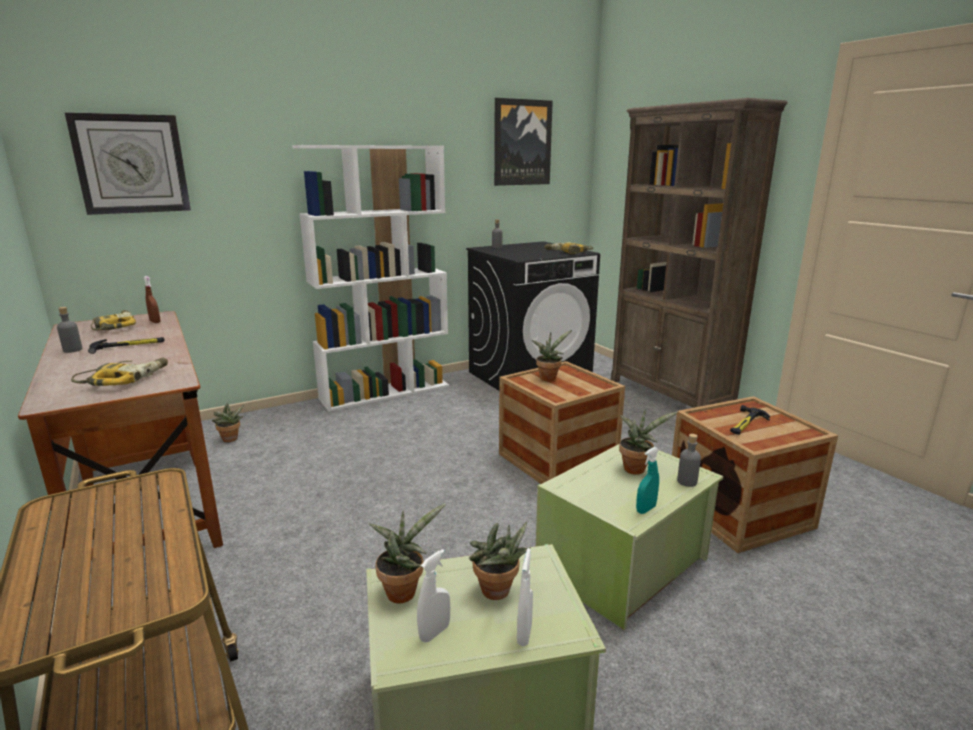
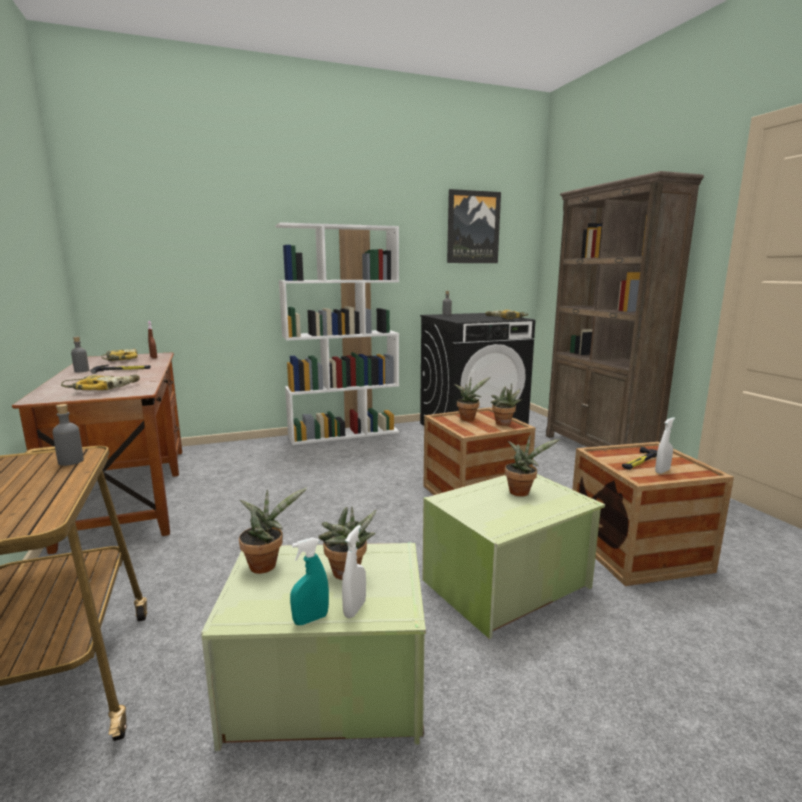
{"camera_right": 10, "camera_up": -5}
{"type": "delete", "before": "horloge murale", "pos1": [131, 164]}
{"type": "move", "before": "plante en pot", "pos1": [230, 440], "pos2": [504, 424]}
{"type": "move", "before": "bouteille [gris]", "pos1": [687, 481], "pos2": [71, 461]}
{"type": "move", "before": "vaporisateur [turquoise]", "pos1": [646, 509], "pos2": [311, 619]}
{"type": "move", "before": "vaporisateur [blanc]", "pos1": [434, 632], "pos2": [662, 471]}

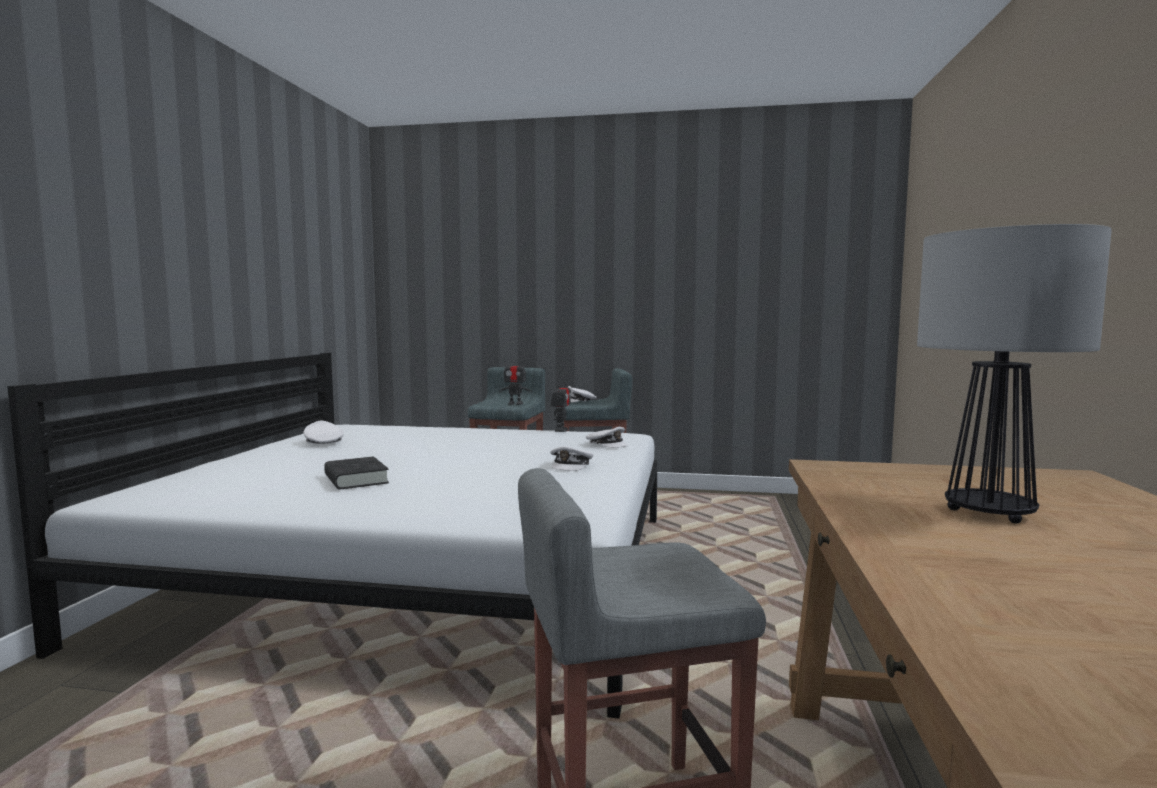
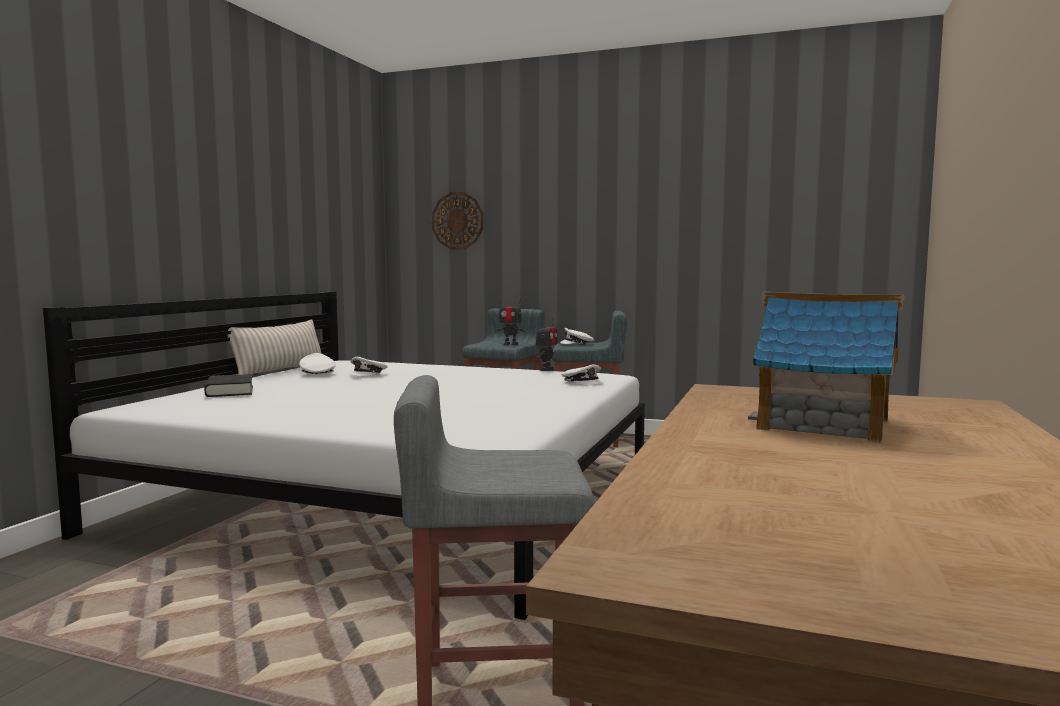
{"camera_right": 10, "camera_up": 0}
{"type": "replace", "before": "lampe de table", "after": "maison miniature", "pos1": [991, 513], "pos2": [825, 424]}
{"type": "move", "before": "casquette [blanc]", "pos1": [571, 465], "pos2": [368, 373]}
{"type": "move", "before": "livre [noir]", "pos1": [356, 479], "pos2": [229, 391]}
{"type": "insert", "after": "horloge murale", "pos2": [457, 221]}
{"type": "insert", "after": "coussin [beige]", "pos2": [279, 371]}

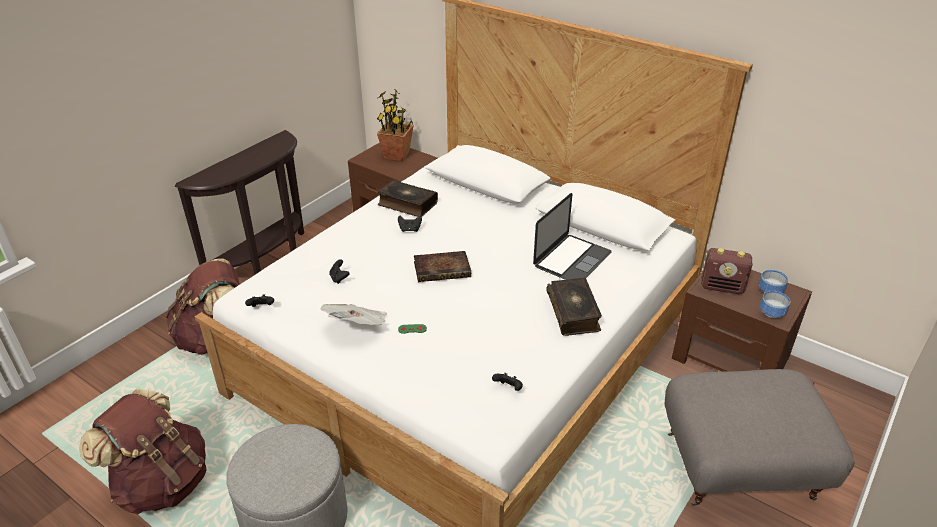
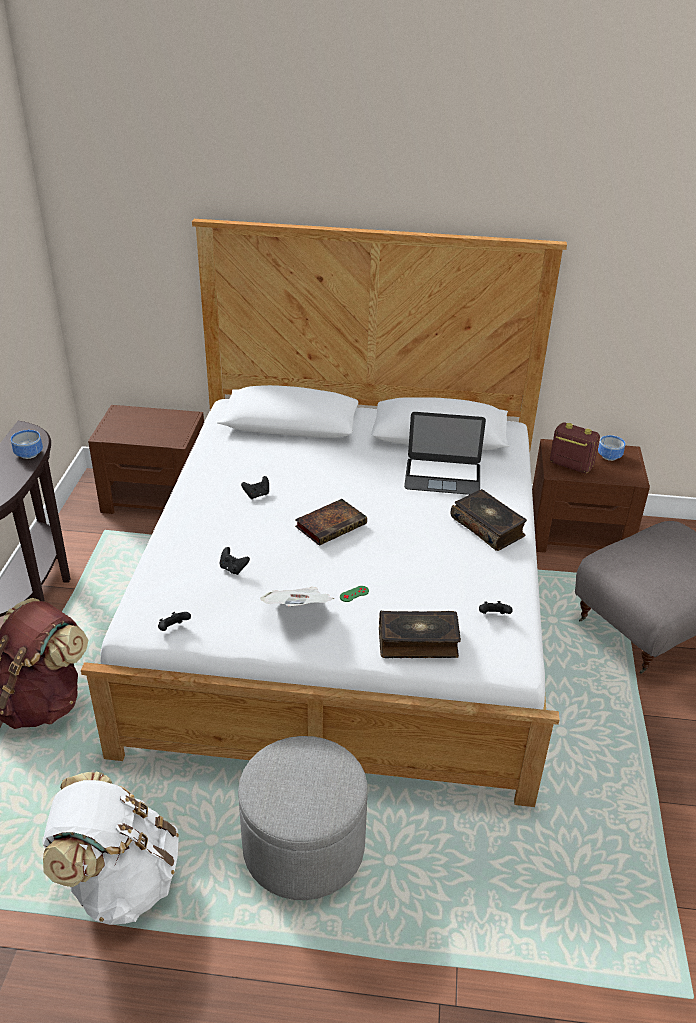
{"camera_right": -30, "camera_up": 0}
{"type": "delete", "before": "plante en pot", "pos1": [397, 155]}
{"type": "move", "before": "livre", "pos1": [407, 204], "pos2": [418, 642]}
{"type": "rotate", "before": "ordinateur portable", "pos1": [572, 259], "pos2": [442, 476], "turn": 90}
{"type": "rotate", "before": "radio", "pos1": [722, 287], "pos2": [570, 465], "turn": -135}
{"type": "move", "before": "bol", "pos1": [773, 313], "pos2": [30, 454]}
{"type": "recolor", "before": "sac à dos [marron]", "after": "sac à dos [blanc]", "pos1": [162, 483], "pos2": [120, 881]}

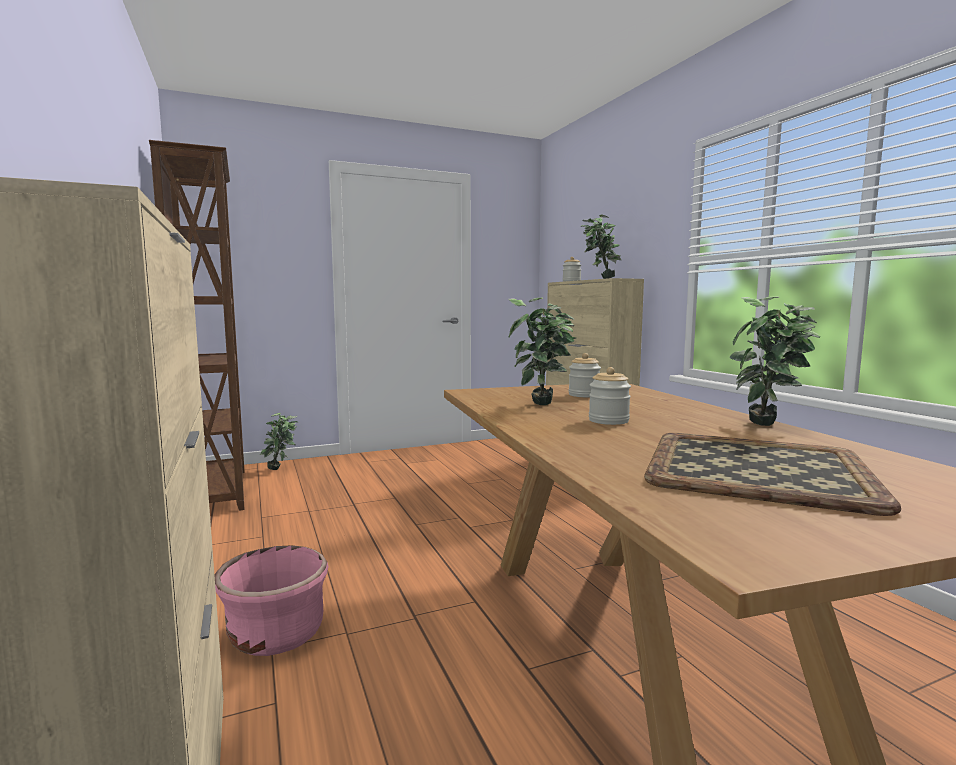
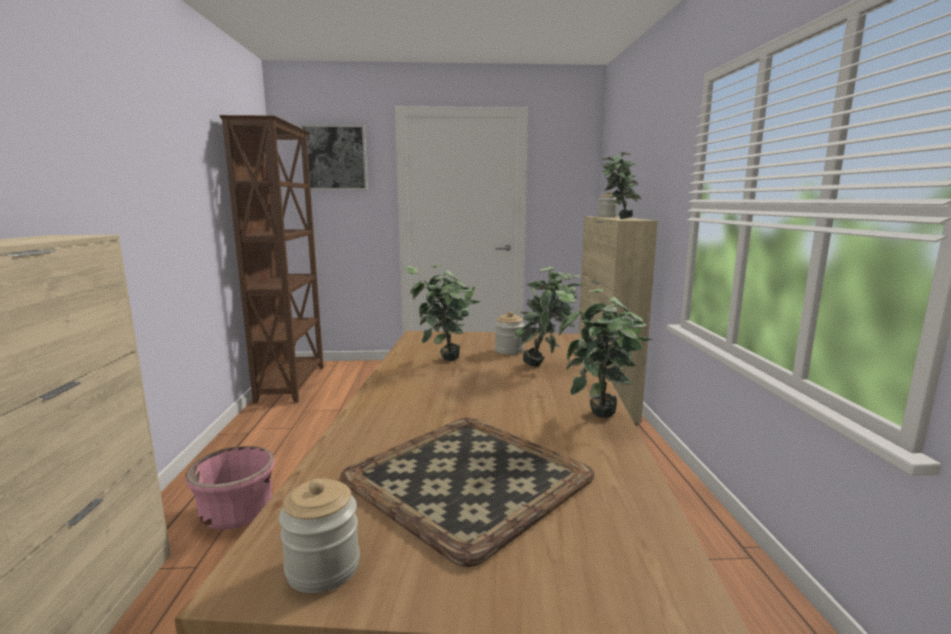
{"camera_right": 20, "camera_up": 5}
{"type": "move", "before": "bocal", "pos1": [608, 421], "pos2": [323, 567]}
{"type": "move", "before": "plante en pot", "pos1": [281, 469], "pos2": [545, 366]}
{"type": "insert", "after": "tableau", "pos2": [335, 158]}

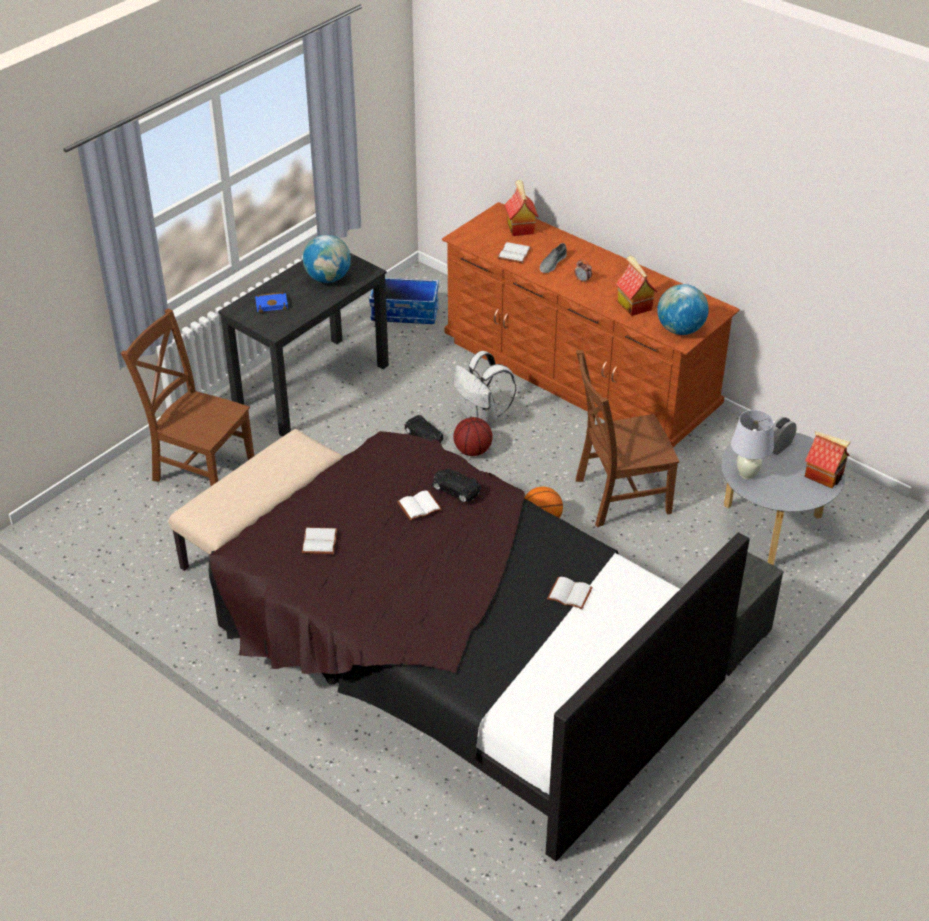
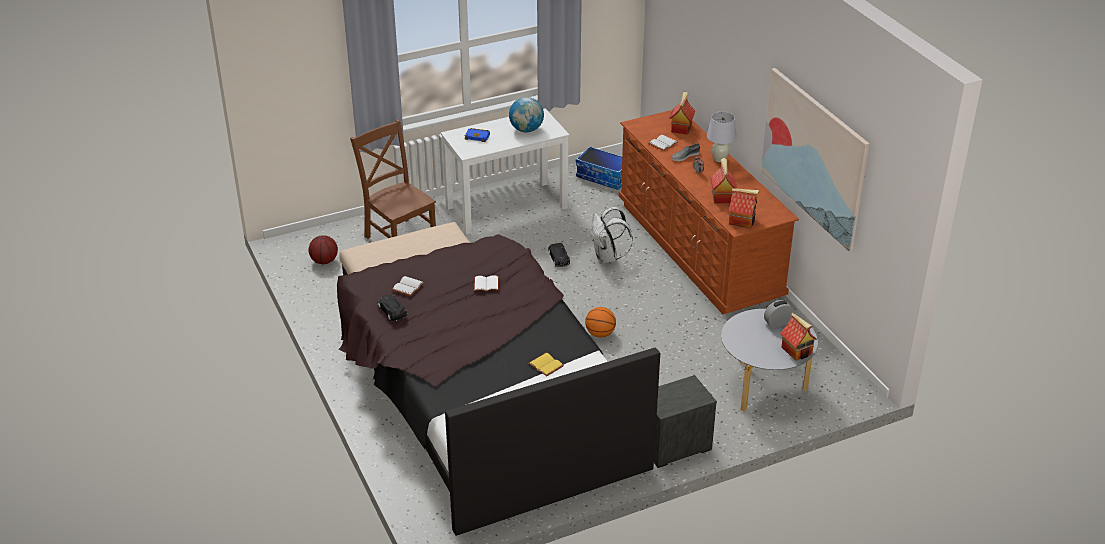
{"camera_right": 25, "camera_up": -5}
{"type": "recolor", "before": "bureau [noir]", "after": "bureau [blanc]", "pos1": [312, 385], "pos2": [507, 207]}
{"type": "replace", "before": "globe", "after": "maison miniature", "pos1": [680, 330], "pos2": [742, 221]}
{"type": "delete", "before": "chaise [marron]", "pos1": [618, 496]}
{"type": "move", "before": "lampe de table [blanc]", "pos1": [747, 474], "pos2": [719, 159]}
{"type": "move", "before": "ballon de basket", "pos1": [472, 451], "pos2": [324, 261]}
{"type": "move", "before": "petite voiture [noir]", "pos1": [455, 489], "pos2": [392, 311]}
{"type": "recolor", "before": "livre [blanc]", "after": "livre [jaune]", "pos1": [568, 594], "pos2": [544, 365]}
{"type": "insert", "after": "tableau", "pos2": [814, 157]}

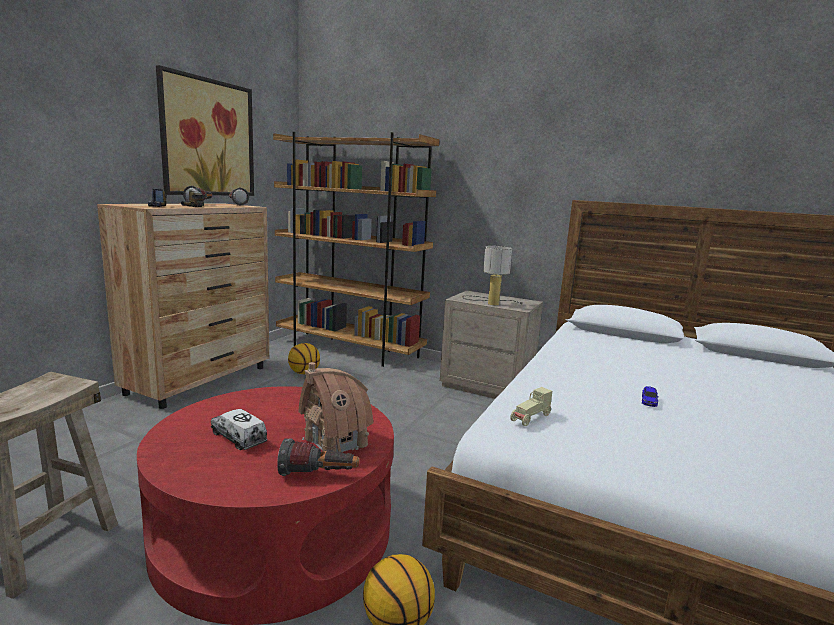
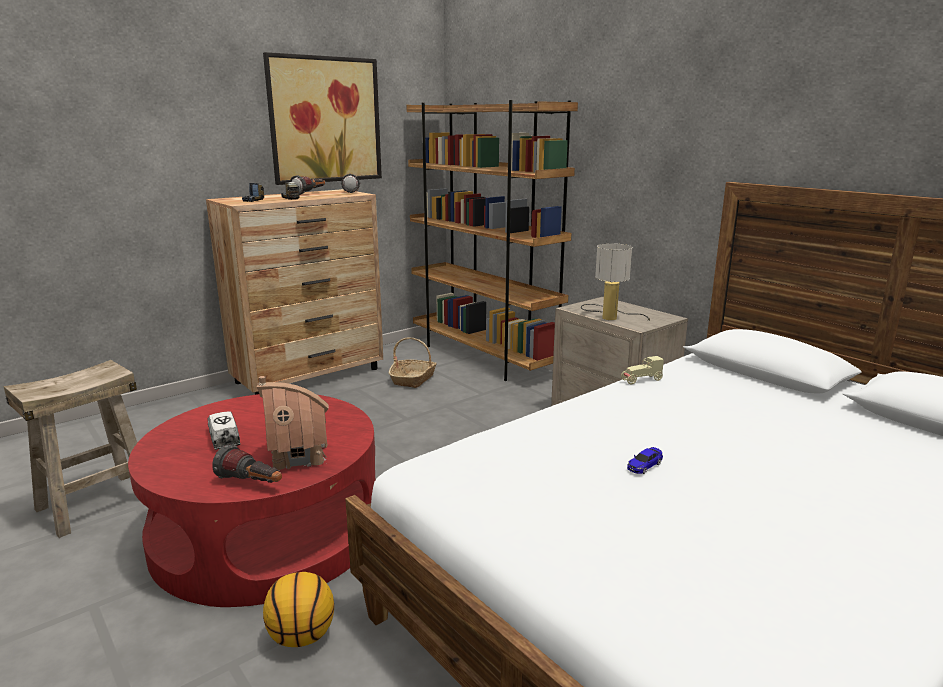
{"camera_right": 25, "camera_up": 5}
{"type": "replace", "before": "ballon de basket", "after": "panier", "pos1": [304, 373], "pos2": [413, 379]}
{"type": "move", "before": "petite voiture [beige]", "pos1": [530, 418], "pos2": [641, 380]}

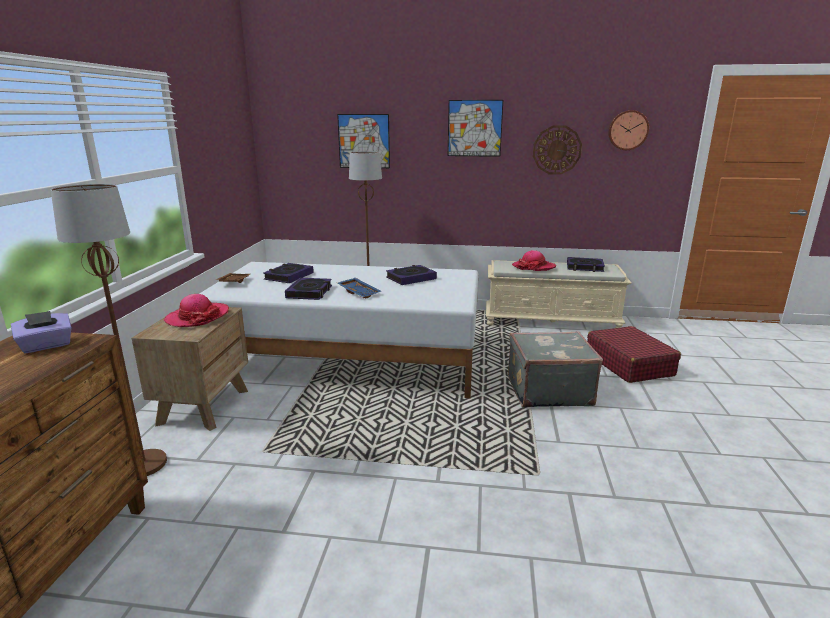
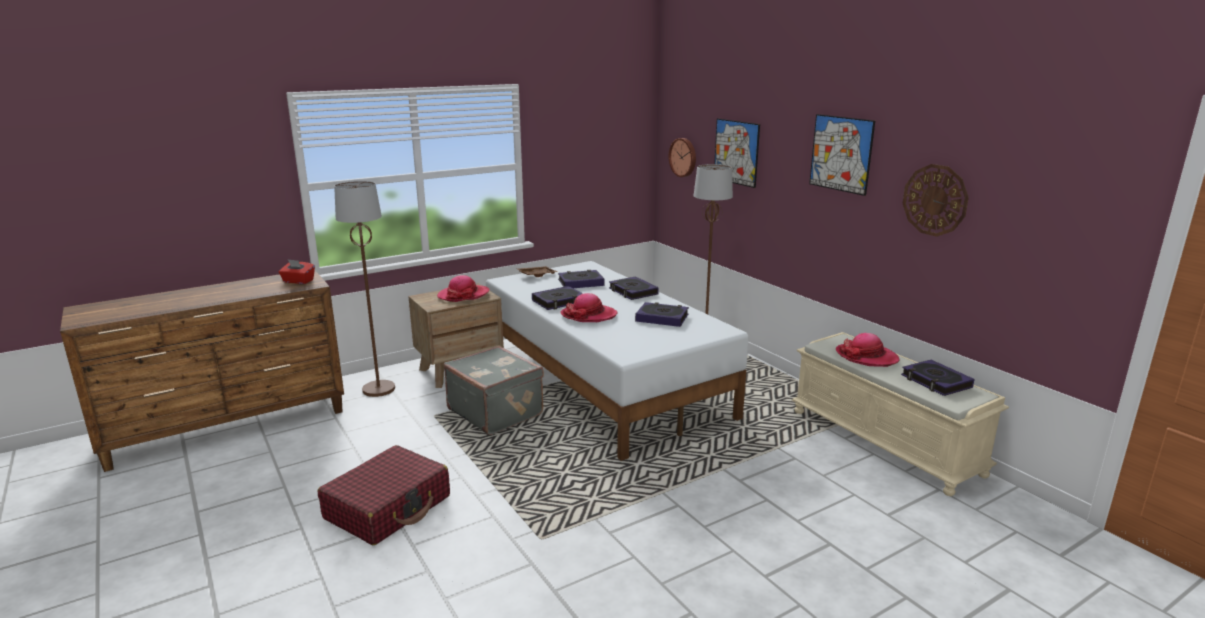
{"camera_right": 50, "camera_up": 0}
{"type": "move", "before": "horloge murale", "pos1": [627, 130], "pos2": [683, 157]}
{"type": "replace", "before": "plateau [bleu]", "after": "chapeau", "pos1": [359, 293], "pos2": [588, 315]}
{"type": "recolor", "before": "boîte à mouchoirs [violet]", "after": "boîte à mouchoirs [rouge]", "pos1": [46, 346], "pos2": [298, 281]}
{"type": "move", "before": "valise [rouge]", "pos1": [628, 364], "pos2": [388, 507]}
{"type": "move", "before": "valise [gris]", "pos1": [548, 391], "pos2": [496, 411]}
{"type": "insert", "after": "livre", "pos2": [633, 292]}

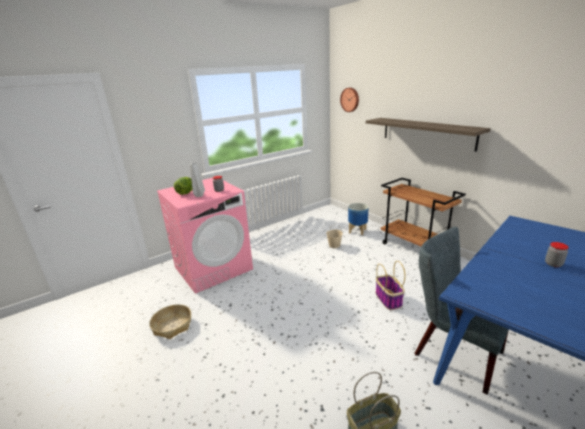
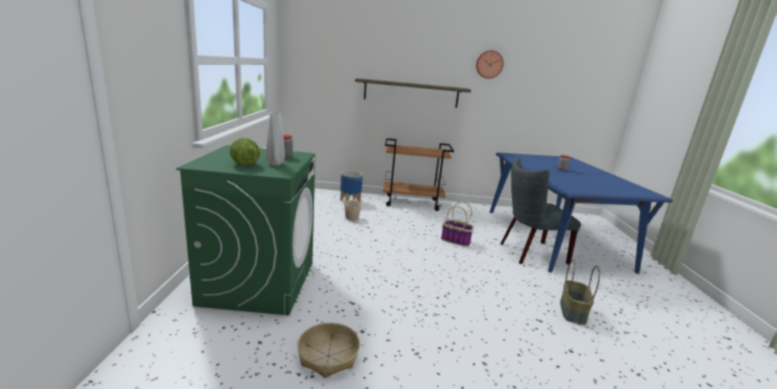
{"camera_right": -55, "camera_up": -5}
{"type": "move", "before": "horloge murale", "pos1": [350, 99], "pos2": [489, 64]}
{"type": "recolor", "before": "lave-linge [rose]", "after": "lave-linge [vert]", "pos1": [213, 268], "pos2": [259, 282]}

